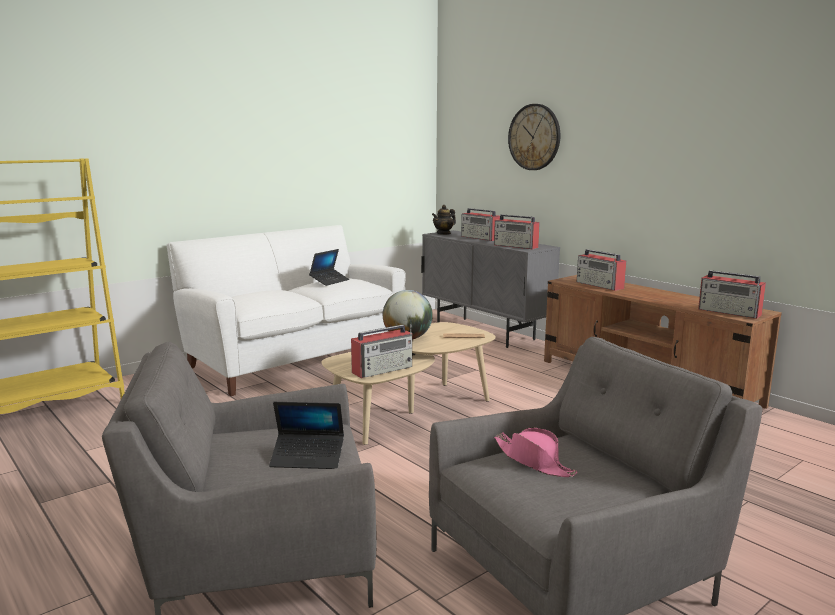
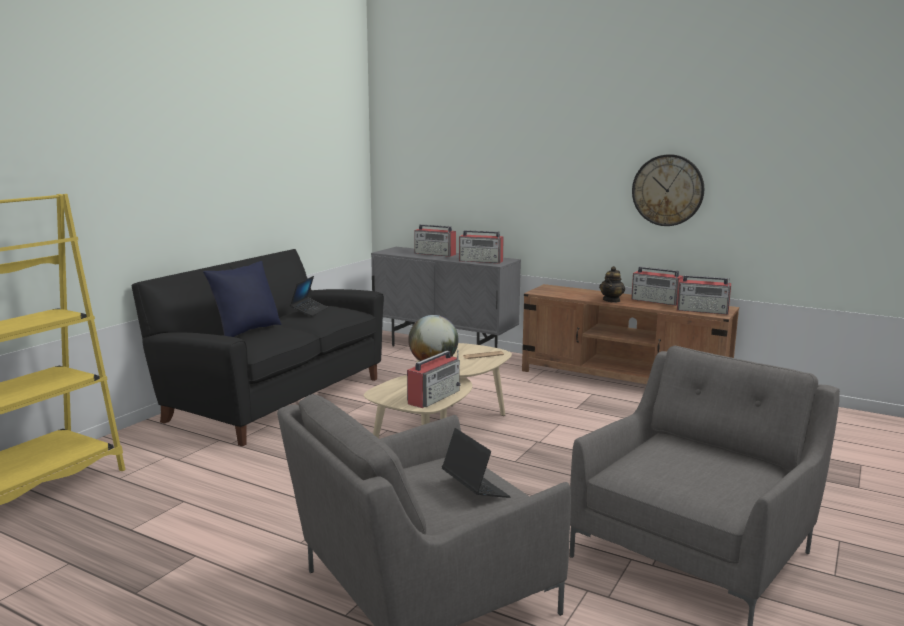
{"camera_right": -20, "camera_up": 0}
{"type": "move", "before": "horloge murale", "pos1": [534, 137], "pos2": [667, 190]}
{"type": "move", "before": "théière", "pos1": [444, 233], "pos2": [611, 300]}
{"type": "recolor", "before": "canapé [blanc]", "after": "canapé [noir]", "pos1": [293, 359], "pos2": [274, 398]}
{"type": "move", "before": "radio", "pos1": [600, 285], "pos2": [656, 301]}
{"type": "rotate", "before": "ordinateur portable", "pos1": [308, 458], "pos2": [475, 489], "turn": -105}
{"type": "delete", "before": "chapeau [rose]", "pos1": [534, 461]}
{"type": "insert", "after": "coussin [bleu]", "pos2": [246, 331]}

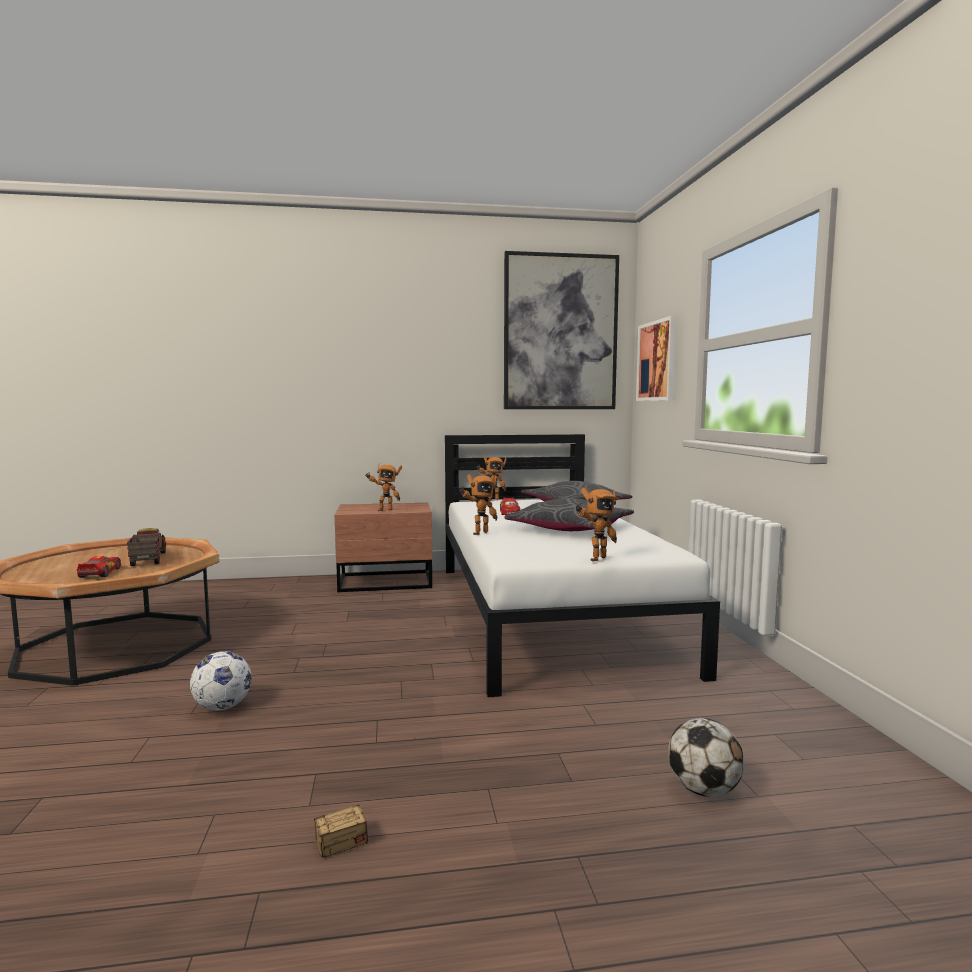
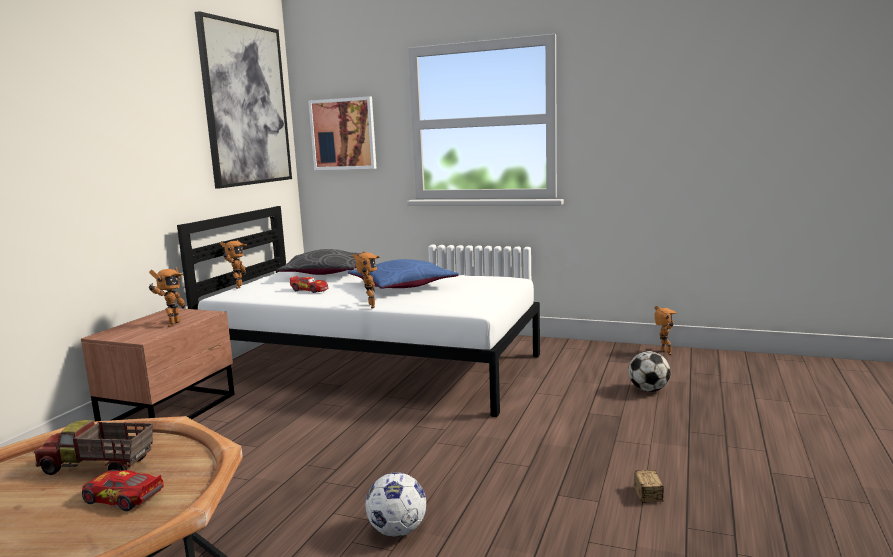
{"camera_right": -60, "camera_up": 5}
{"type": "move", "before": "robot jouet", "pos1": [595, 558], "pos2": [664, 353]}
{"type": "recolor", "before": "coussin [gris]", "after": "coussin [bleu]", "pos1": [570, 529], "pos2": [402, 286]}

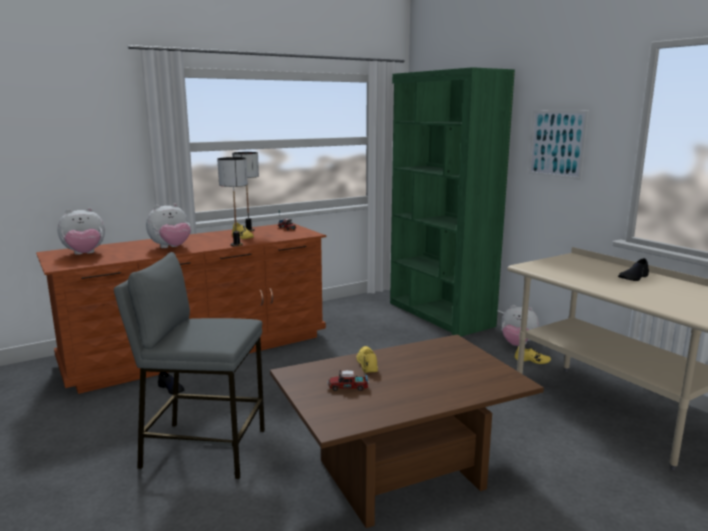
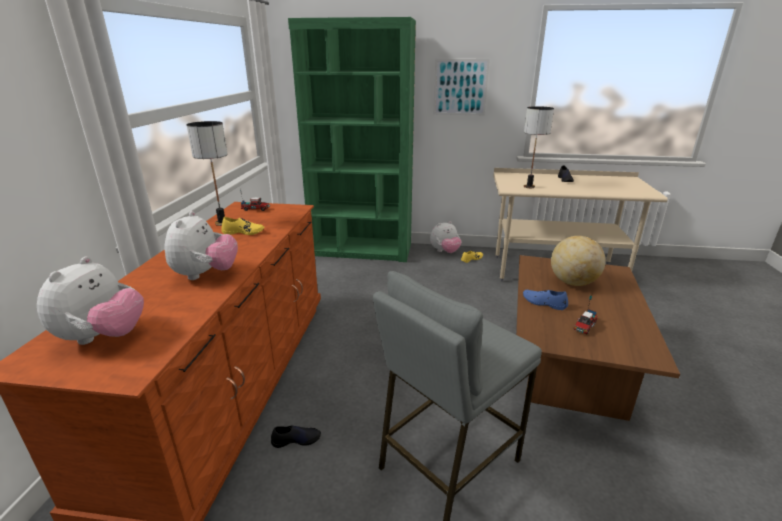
{"camera_right": -50, "camera_up": 10}
{"type": "move", "before": "lampe de table", "pos1": [236, 245], "pos2": [529, 187]}
{"type": "recolor", "before": "chaussure [jaune]", "after": "chaussure [bleu]", "pos1": [367, 363], "pos2": [544, 303]}
{"type": "insert", "after": "globe", "pos2": [573, 282]}

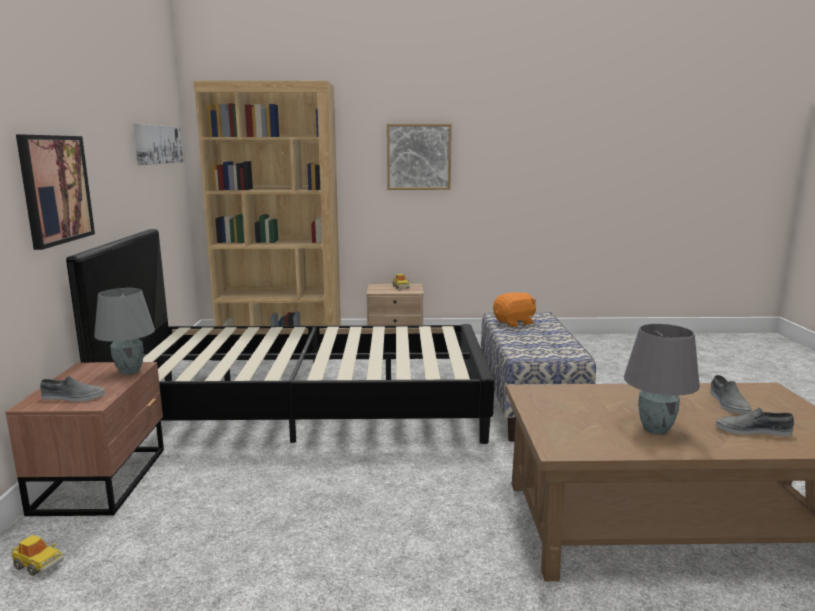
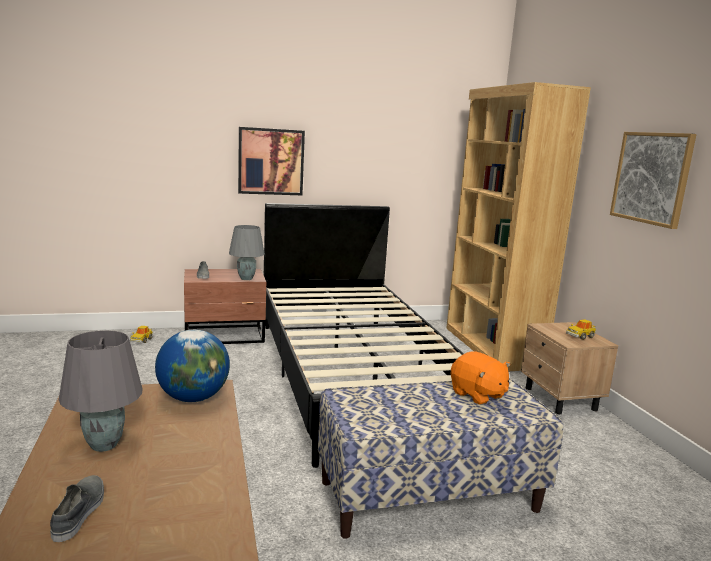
{"camera_right": 75, "camera_up": 0}
{"type": "delete", "before": "tableau", "pos1": [157, 144]}
{"type": "delete", "before": "chaussure [gris]", "pos1": [728, 403]}
{"type": "insert", "after": "globe", "pos2": [193, 398]}

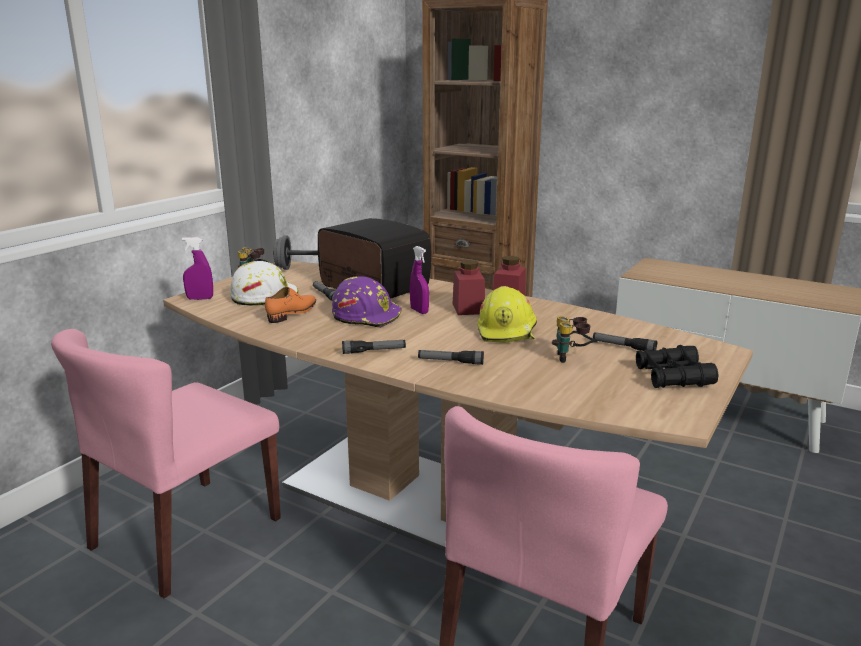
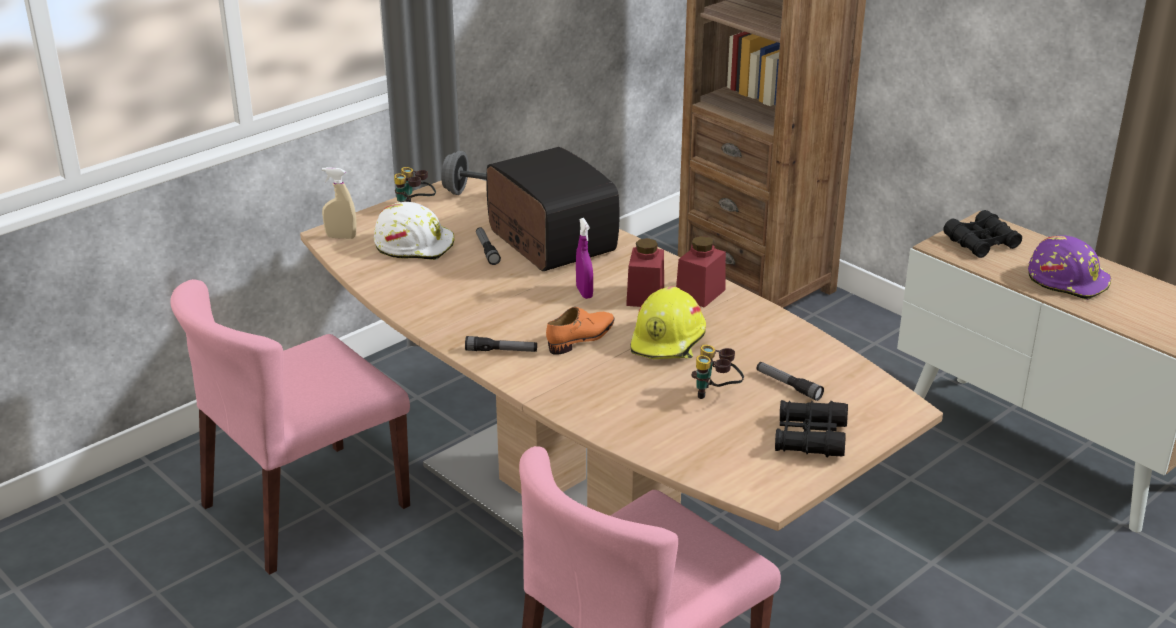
{"camera_right": 15, "camera_up": 10}
{"type": "recolor", "before": "vaporisateur [violet]", "after": "vaporisateur [beige]", "pos1": [200, 298], "pos2": [341, 237]}
{"type": "move", "before": "casque de chantier [violet]", "pos1": [367, 316], "pos2": [1068, 280]}
{"type": "move", "before": "chaussure [orange]", "pos1": [293, 313], "pos2": [582, 338]}
{"type": "delete", "before": "lampe de poche", "pos1": [450, 362]}
{"type": "insert", "after": "jumelles [noir]", "pos2": [981, 243]}

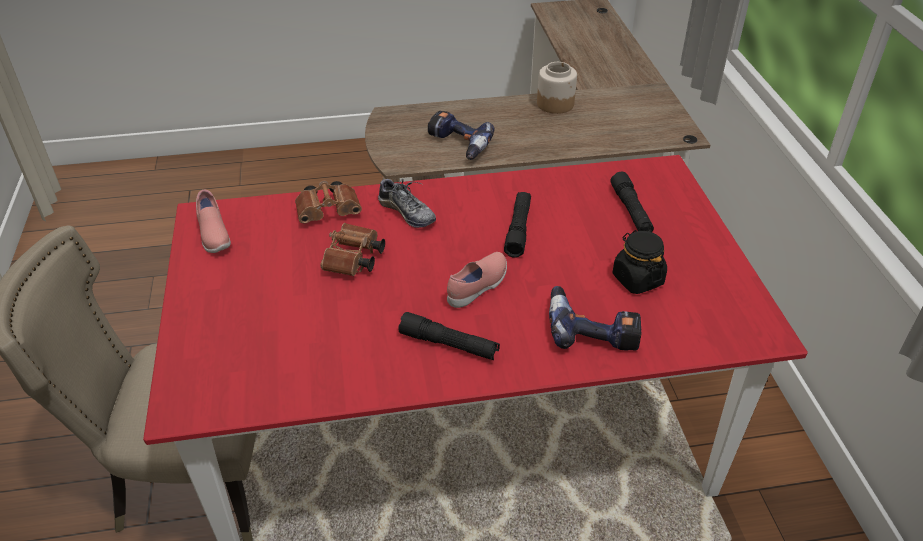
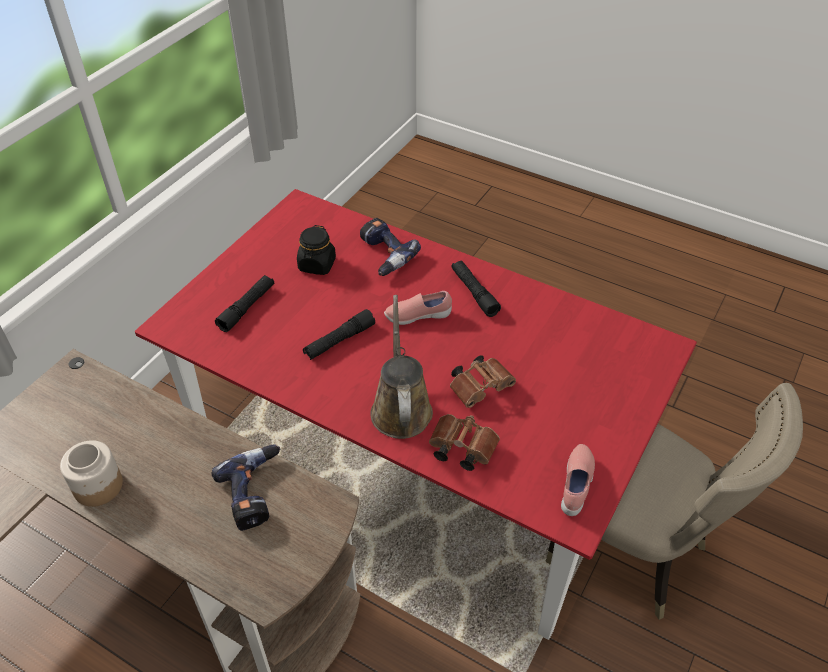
{"camera_right": -140, "camera_up": 5}
{"type": "replace", "before": "chaussure", "after": "arrosoir [marron]", "pos1": [407, 212], "pos2": [400, 407]}

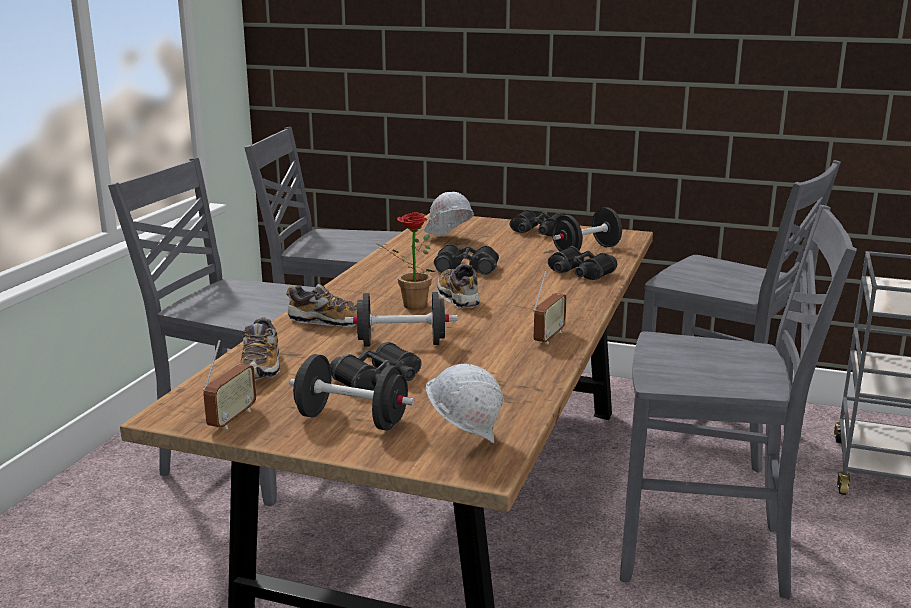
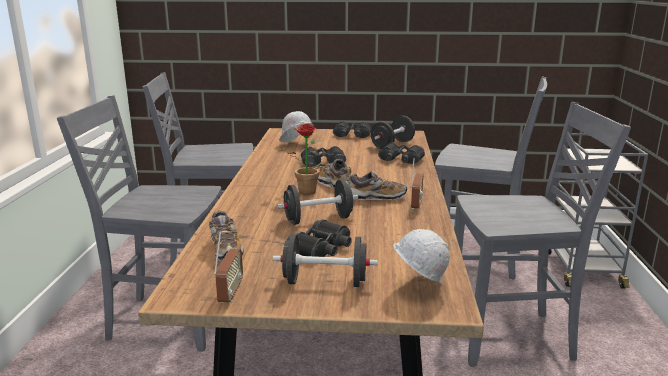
{"camera_right": -15, "camera_up": 0}
{"type": "move", "before": "chaussure", "pos1": [327, 321], "pos2": [376, 197]}

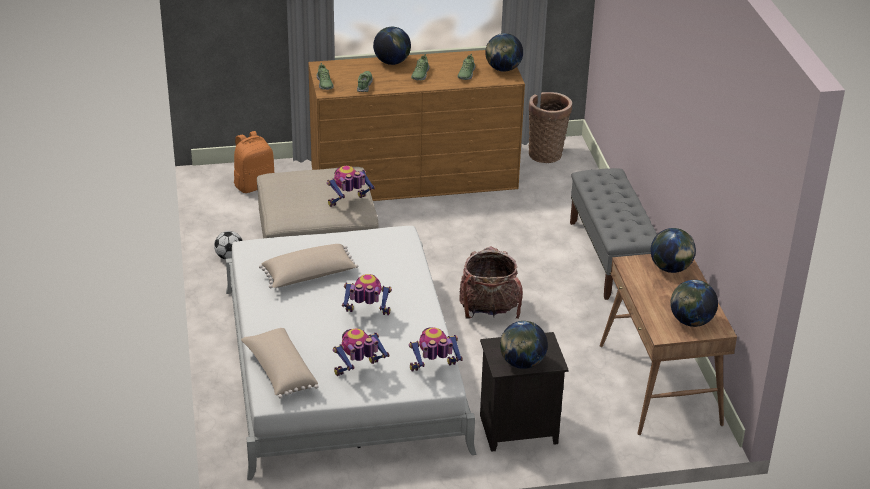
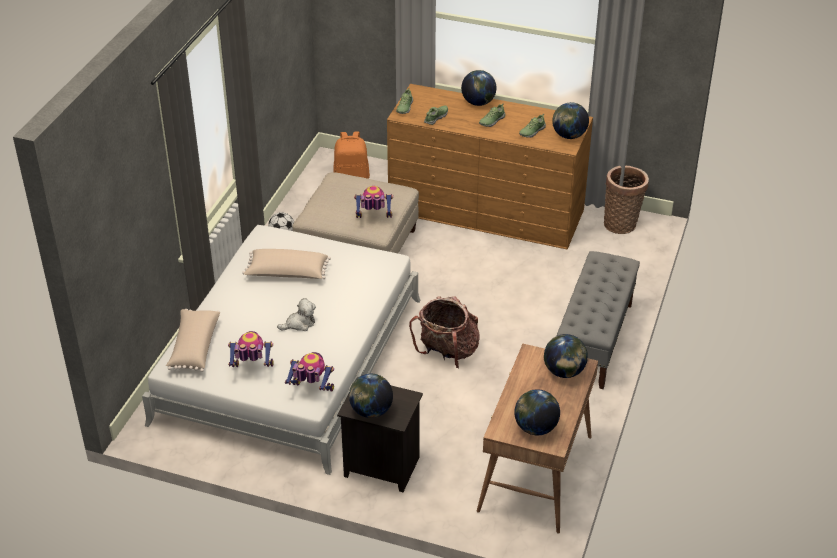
{"camera_right": 30, "camera_up": 5}
{"type": "replace", "before": "robot jouet", "after": "peluche", "pos1": [366, 316], "pos2": [299, 324]}

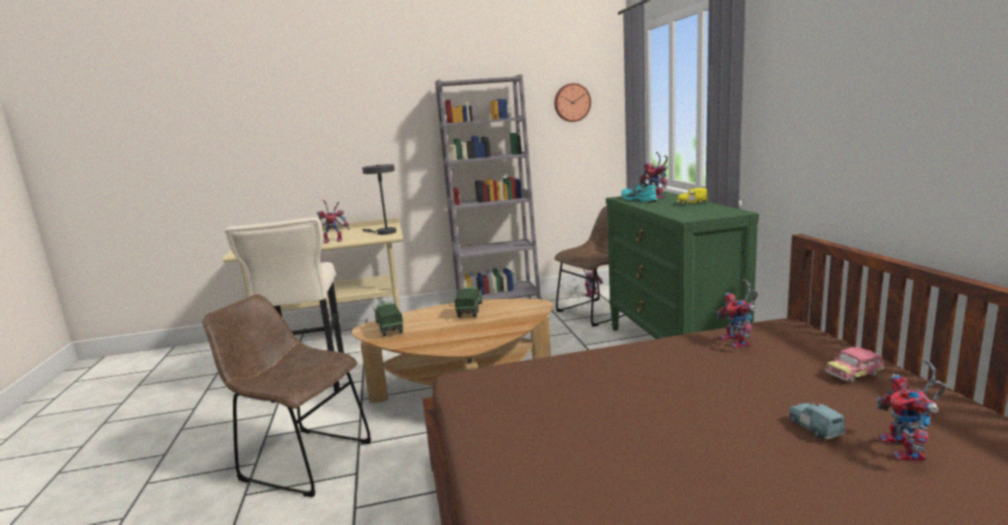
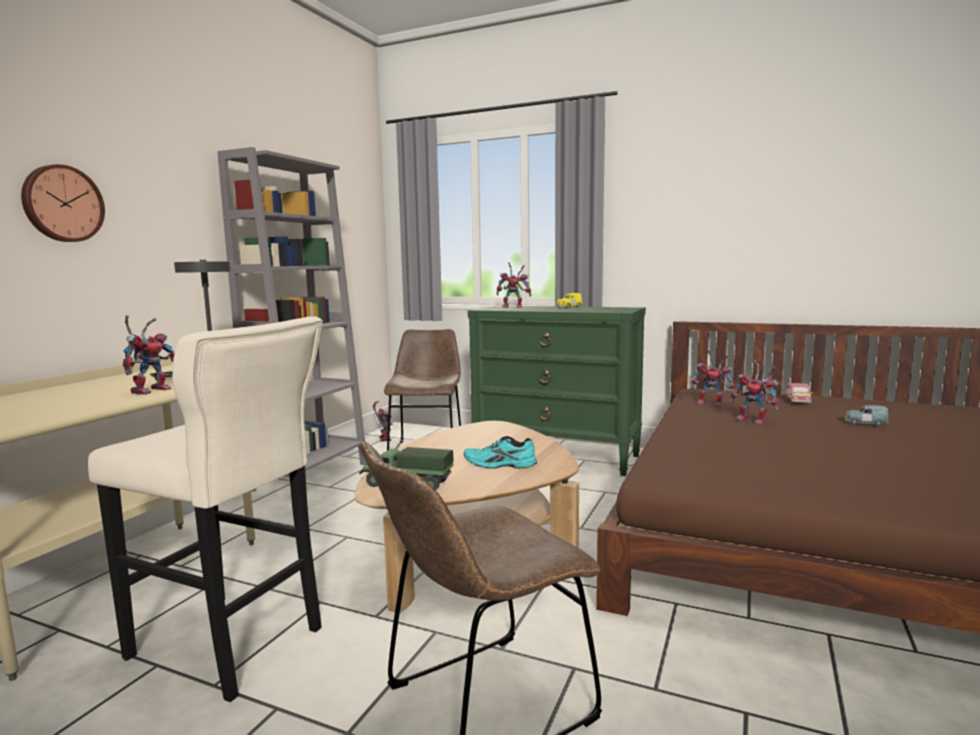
{"camera_right": -55, "camera_up": -5}
{"type": "move", "before": "horloge murale", "pos1": [572, 102], "pos2": [62, 204]}
{"type": "move", "before": "chaussure [turquoise]", "pos1": [637, 200], "pos2": [499, 465]}
{"type": "delete", "before": "camion jouet", "pos1": [470, 309]}
{"type": "move", "before": "robot jouet", "pos1": [907, 452], "pos2": [755, 420]}

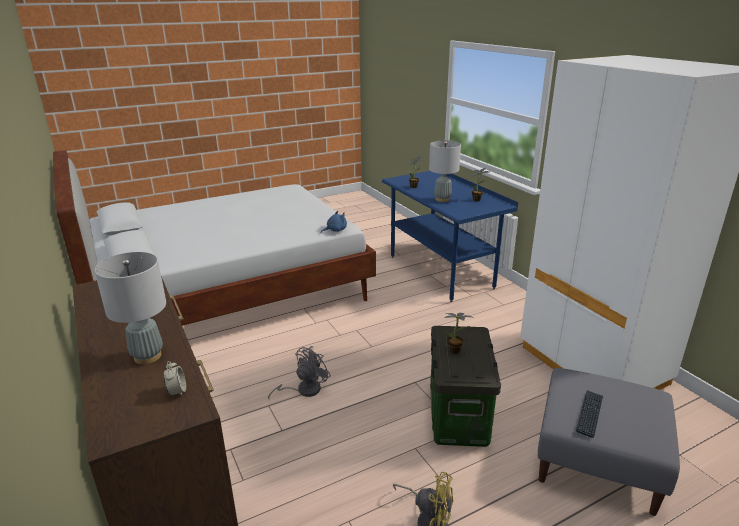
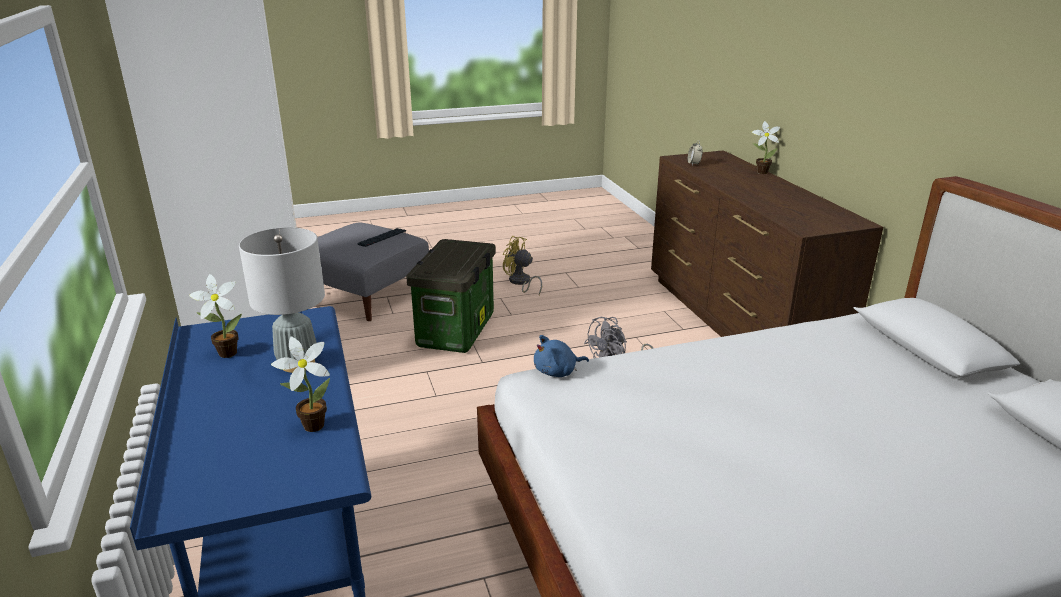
{"camera_right": -170, "camera_up": 0}
{"type": "delete", "before": "lampe de table [gris]", "pos1": [147, 356]}
{"type": "move", "before": "plante en pot", "pos1": [456, 351], "pos2": [760, 172]}

